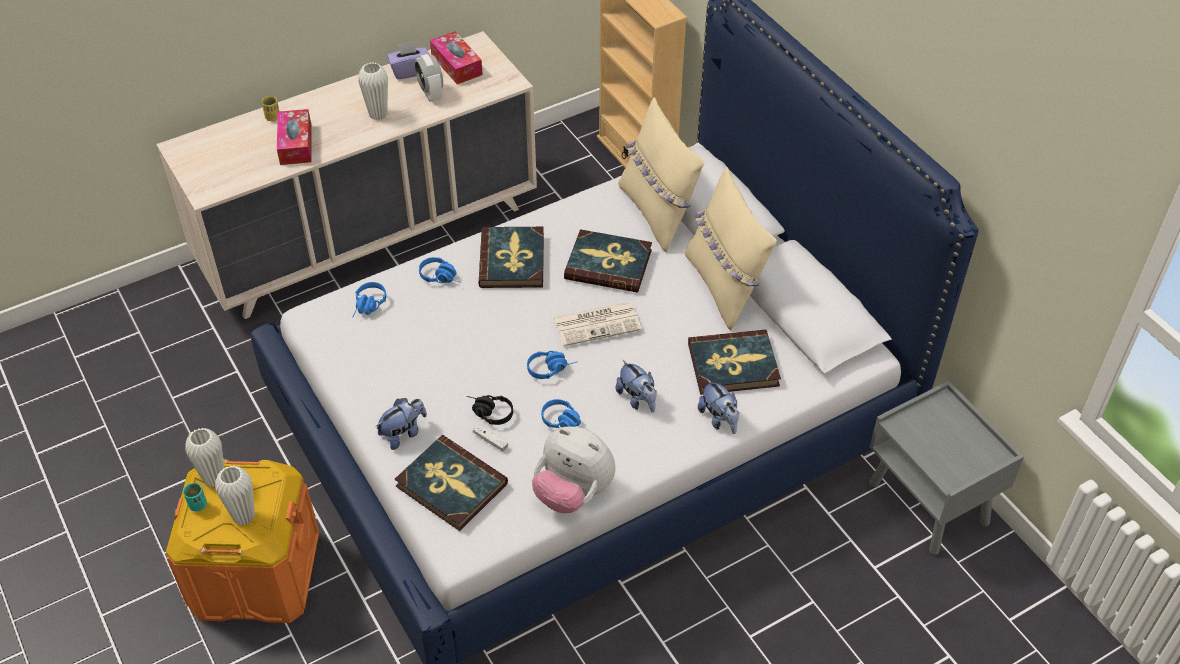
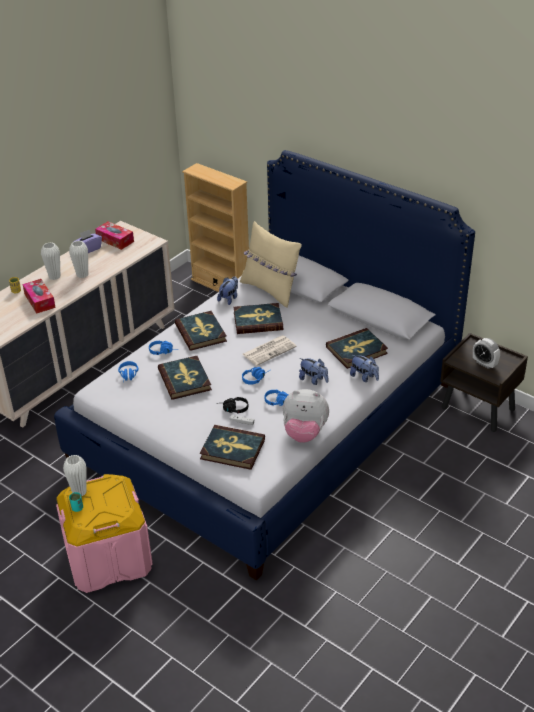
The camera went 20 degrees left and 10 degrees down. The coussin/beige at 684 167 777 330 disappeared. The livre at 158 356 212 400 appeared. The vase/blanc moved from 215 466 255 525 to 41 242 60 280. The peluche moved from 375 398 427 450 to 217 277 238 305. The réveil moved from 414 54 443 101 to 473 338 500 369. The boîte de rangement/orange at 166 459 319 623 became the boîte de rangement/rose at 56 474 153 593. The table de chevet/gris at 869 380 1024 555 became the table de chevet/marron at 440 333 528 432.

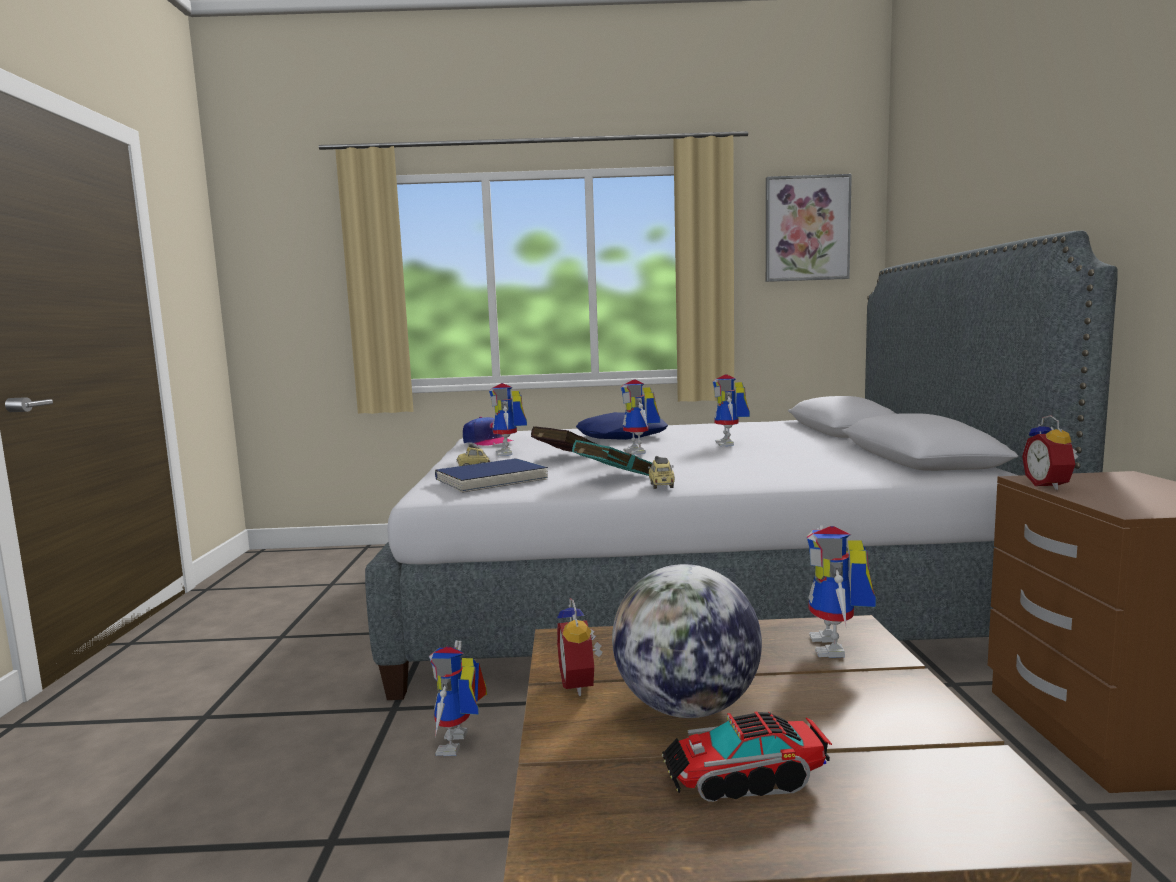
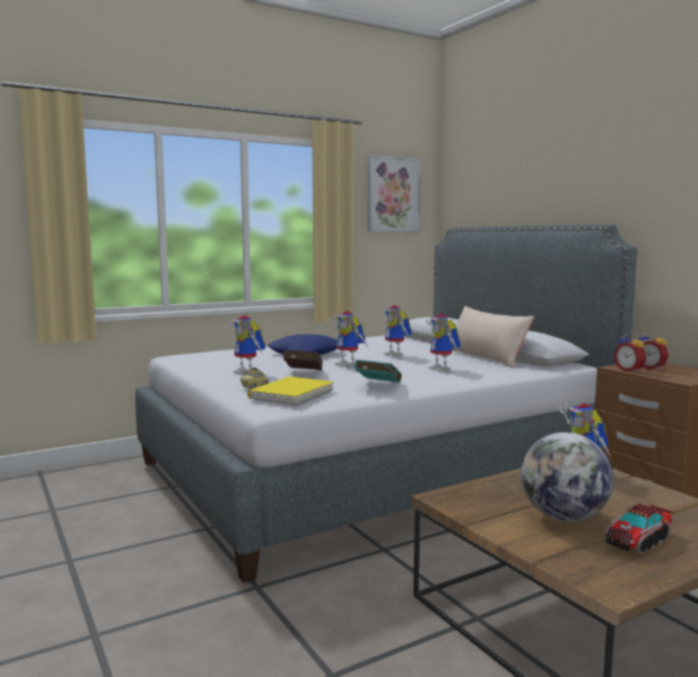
The camera went 30 degrees left and 0 degrees up. The casquette at 463 417 513 445 disappeared. The petite voiture at 648 456 675 489 disappeared. The coussin/beige at 451 306 534 368 appeared. The robot jouet moved from 429 640 487 756 to 426 314 461 372. The réveil moved from 557 598 603 696 to 639 330 669 370. The livre/bleu at 435 458 548 493 became the livre/jaune at 247 377 334 406.

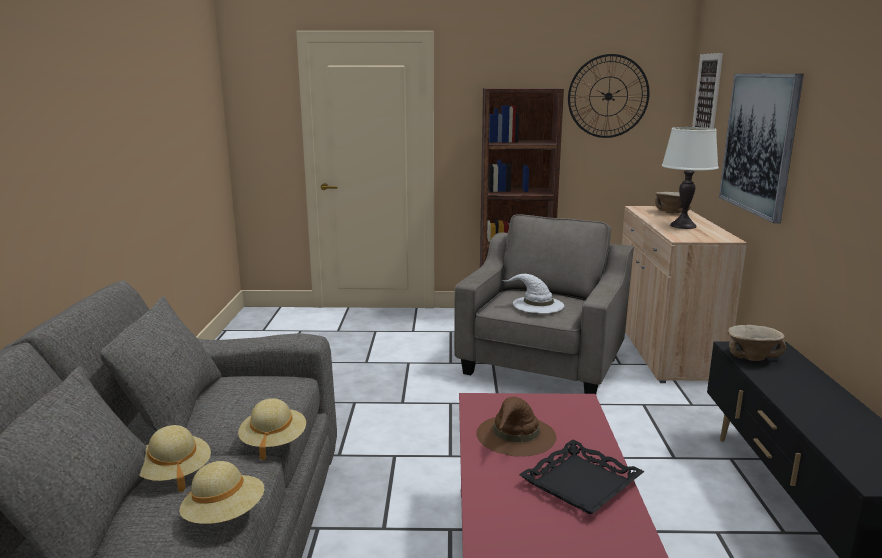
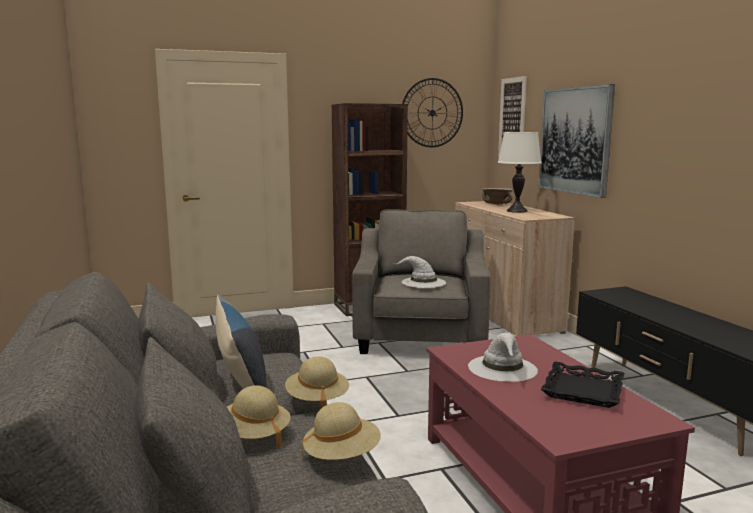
The camera went 20 degrees left and 5 degrees down. The bol/beige at 727 325 786 361 disappeared. The coussin at 216 295 267 389 appeared. The chapeau/marron at 476 397 557 457 became the chapeau/blanc at 468 333 538 382.

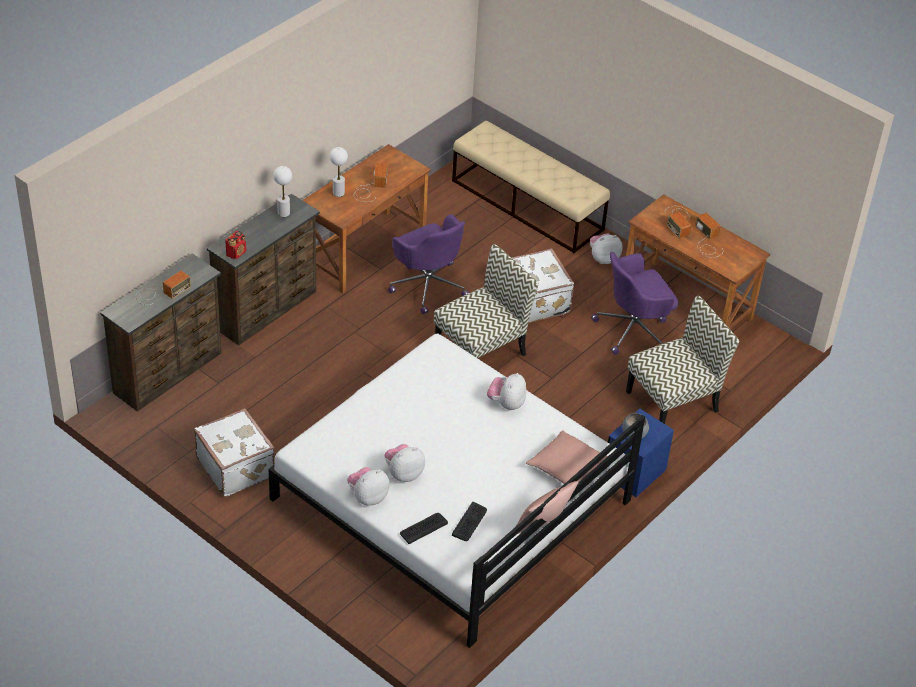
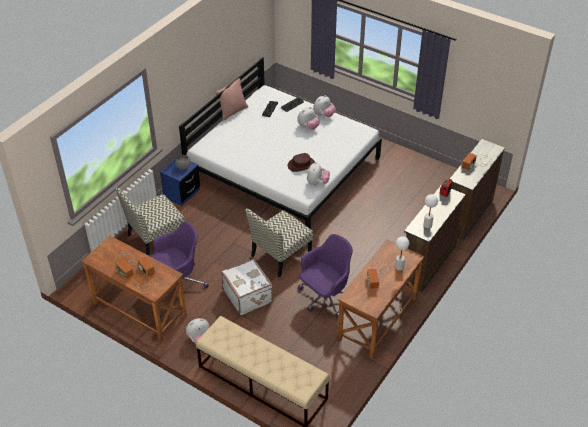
The camera went 175 degrees right and 0 degrees up. The valise/blanc at 194 408 275 497 disappeared. The coussin/rose at 526 430 608 484 disappeared. The chapeau/marron at 288 153 315 172 appeared. The peluche moved from 487 373 526 410 to 307 162 330 185. The chaise de bureau/violet at 388 214 469 314 turned 90 degrees clockwise.

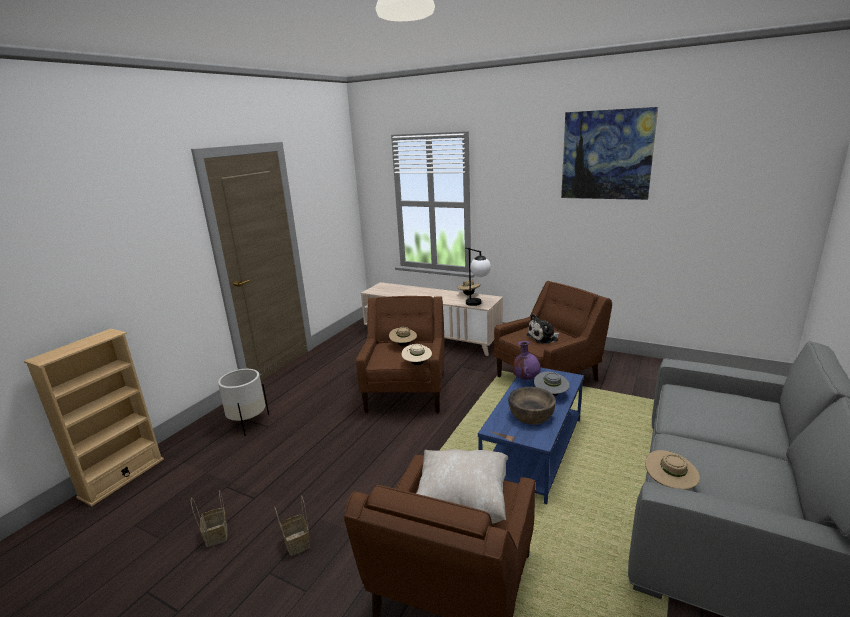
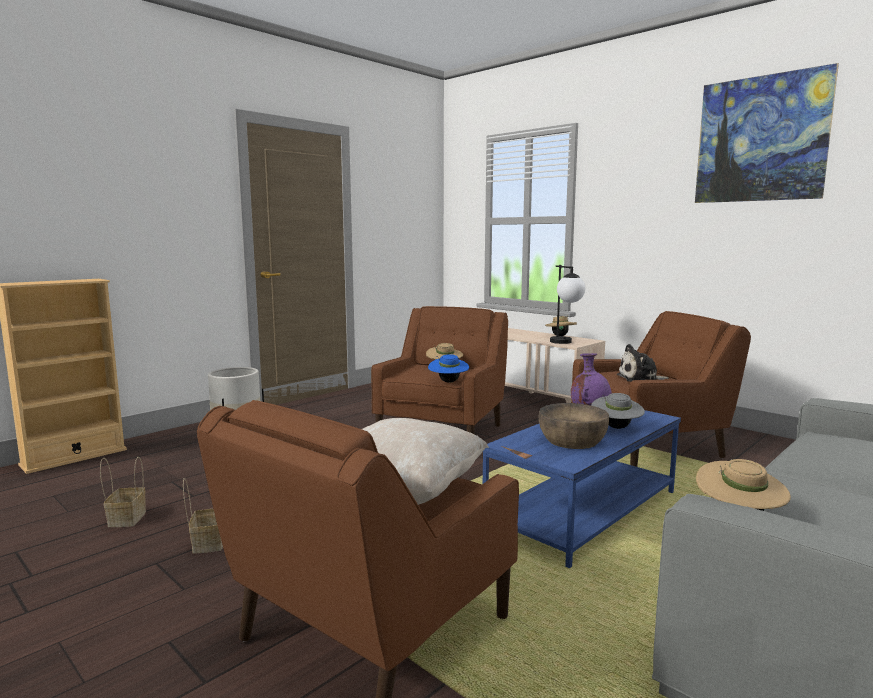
The camera went 15 degrees right and 10 degrees down. The chapeau/beige at 402 344 432 365 became the chapeau/bleu at 428 354 469 383.

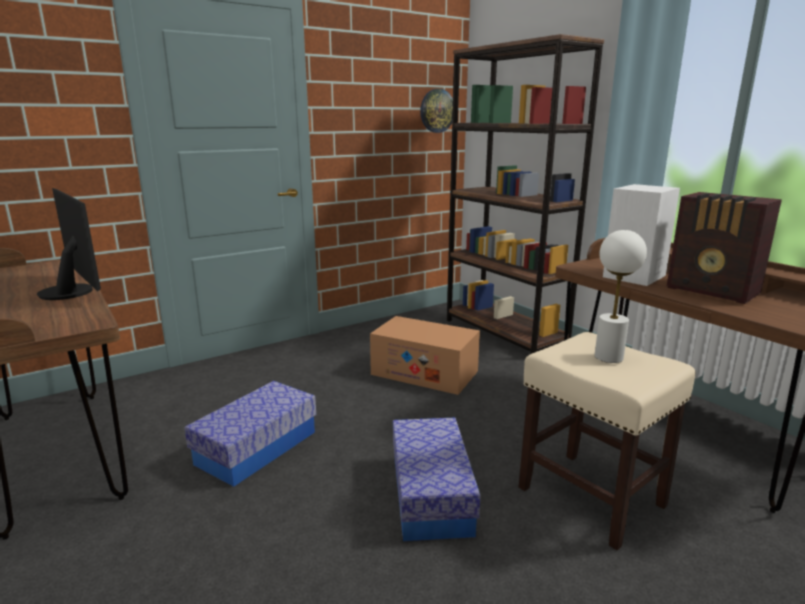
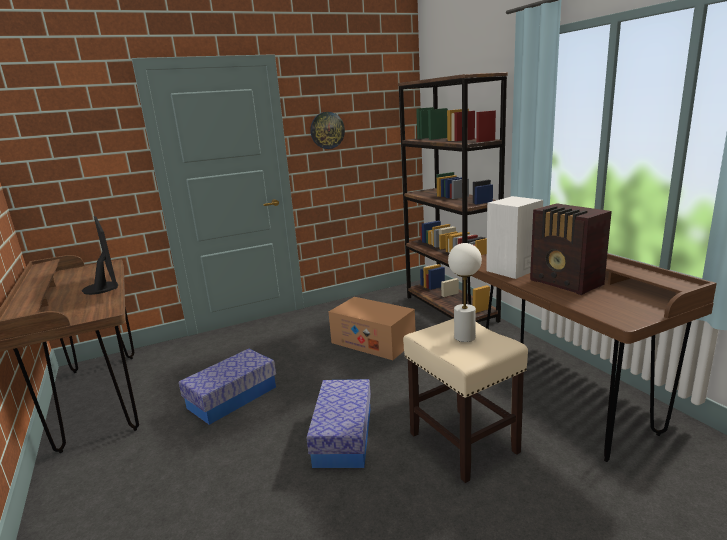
The camera went 10 degrees right and 0 degrees up. The horloge murale moved from 420 89 453 133 to 310 112 345 149.

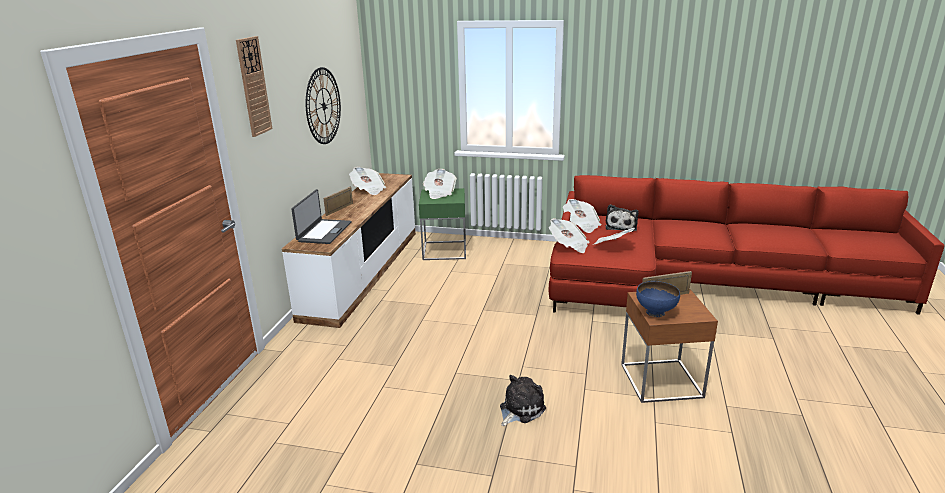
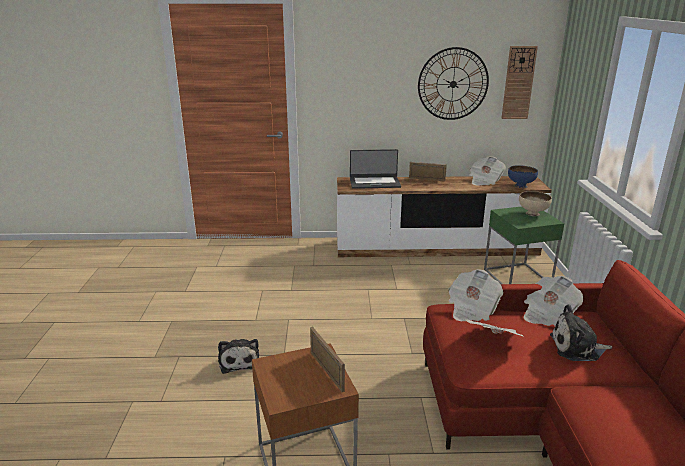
The camera went 75 degrees right and 0 degrees up. The horloge murale moved from 236 36 273 137 to 501 46 538 119. The bol/bleu moved from 636 281 680 317 to 508 165 538 188. The journal at 423 169 457 199 was replaced by the bol/beige at 519 191 552 216. The peluche at 500 375 546 426 turned 45 degrees clockwise.

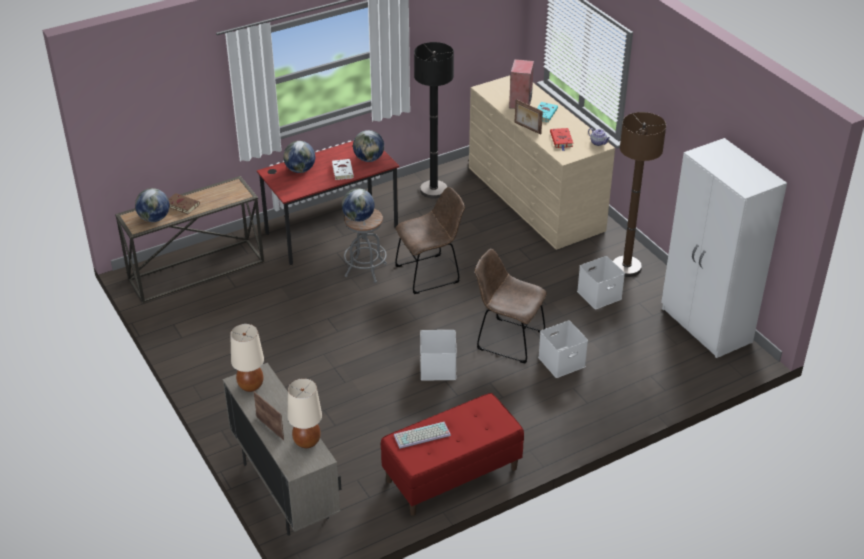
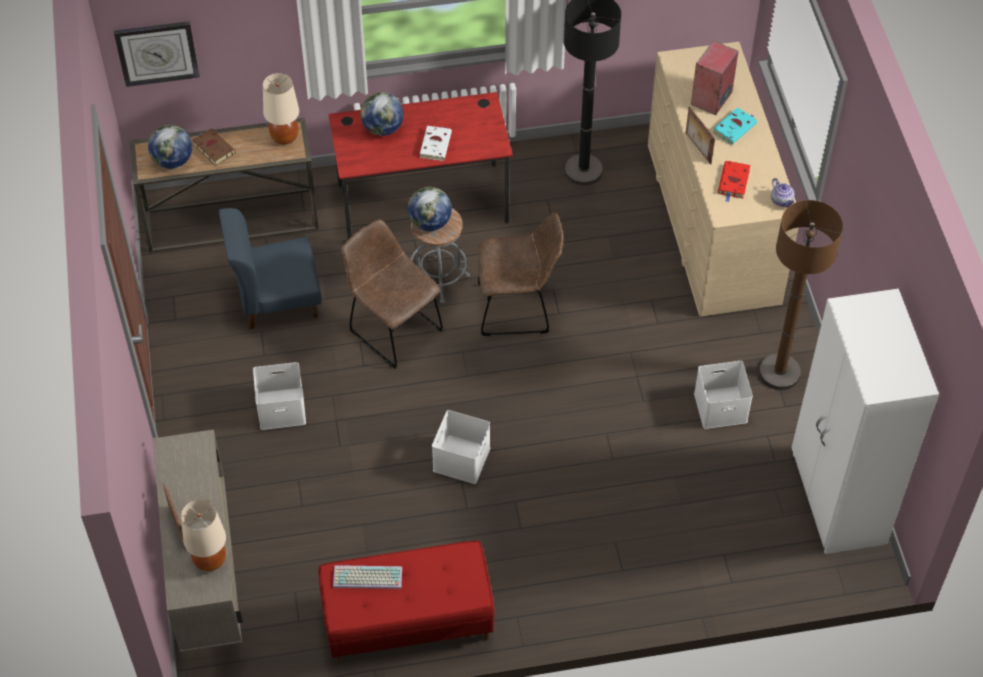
The camera went 20 degrees right and 15 degrees up. The globe at 353 130 384 162 disappeared. The horloge murale at 114 21 200 87 appeared. The chaise/bleu at 219 208 322 329 appeared. The lampe de table/beige moved from 230 324 264 392 to 263 73 299 145. The chaise/marron moved from 475 249 547 363 to 342 220 443 368. The boîte de rangement/blanc moved from 538 320 588 378 to 253 362 306 430.

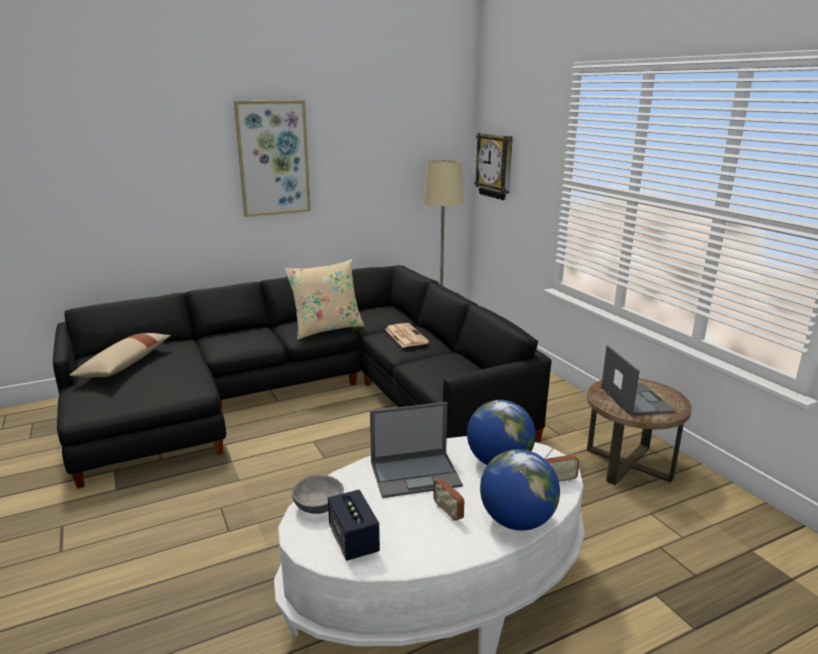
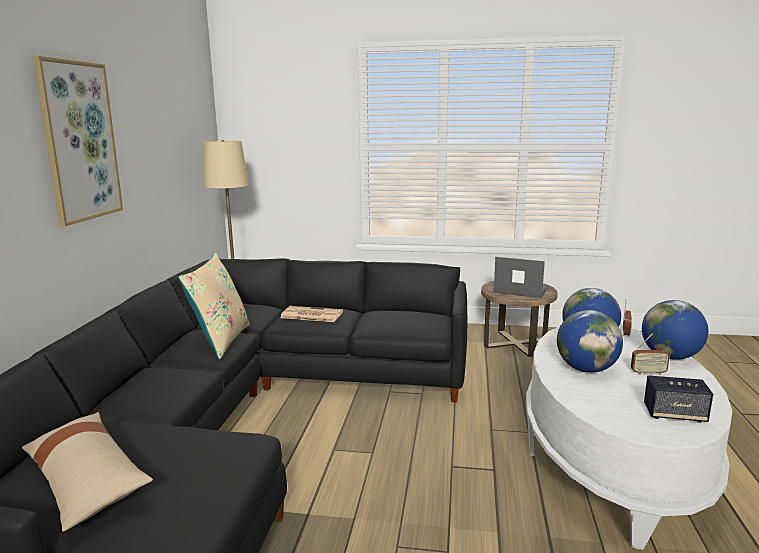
The camera went 55 degrees left and 5 degrees down. The bol/gris at 292 475 344 514 disappeared. The horloge murale at 475 133 513 200 disappeared. The ordinateur portable at 370 402 463 498 was replaced by the globe at 557 310 623 373.

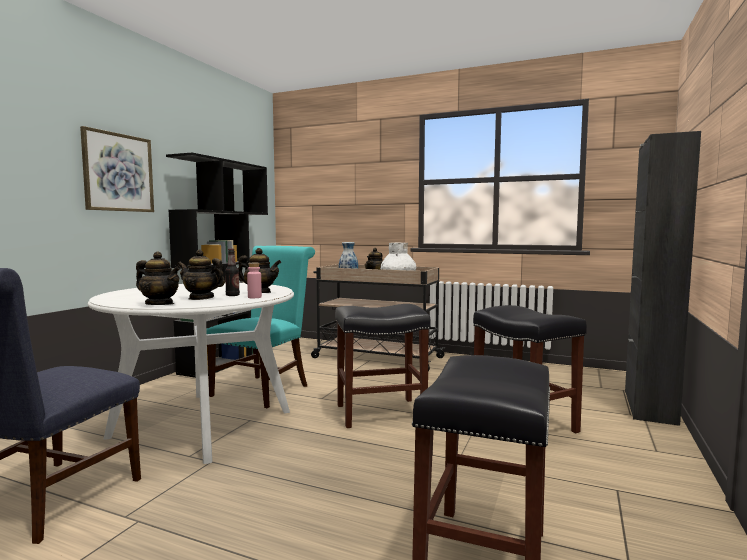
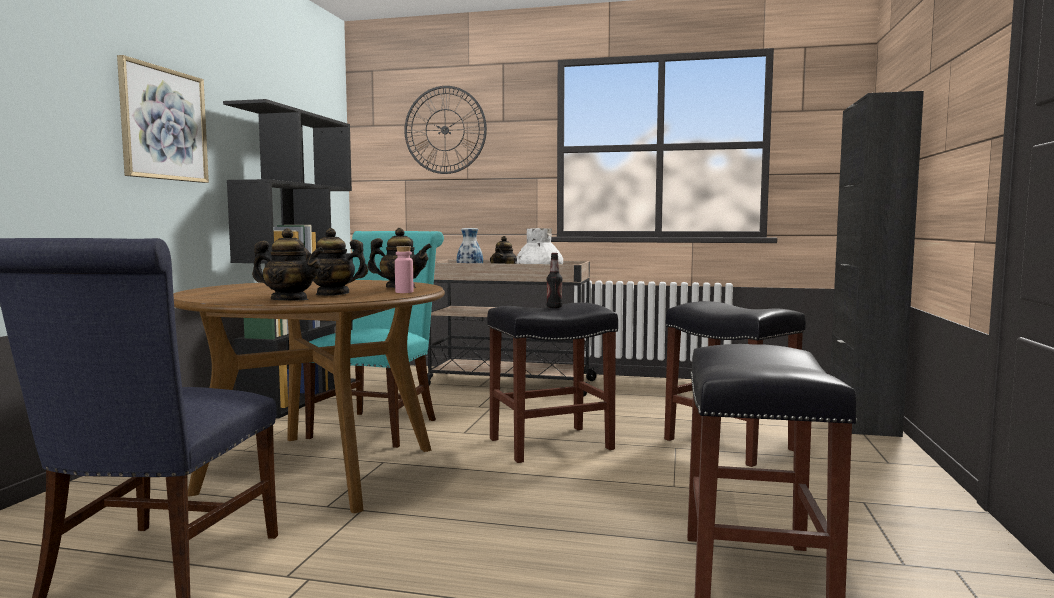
The camera went 10 degrees left and 0 degrees up. The horloge murale at 404 86 487 174 appeared. The bouteille moved from 225 249 240 296 to 546 253 563 308. The table à manger/blanc at 88 283 294 464 became the table à manger/marron at 173 280 445 513.

